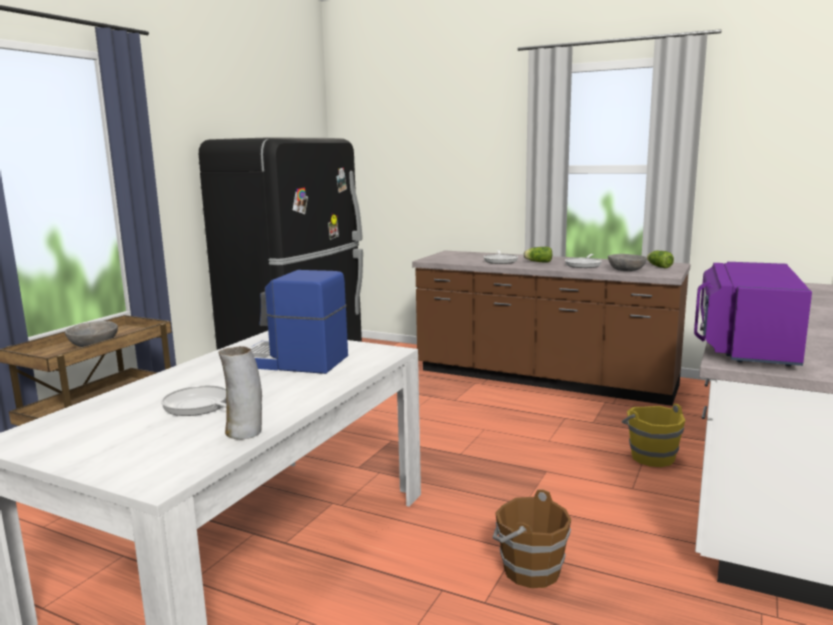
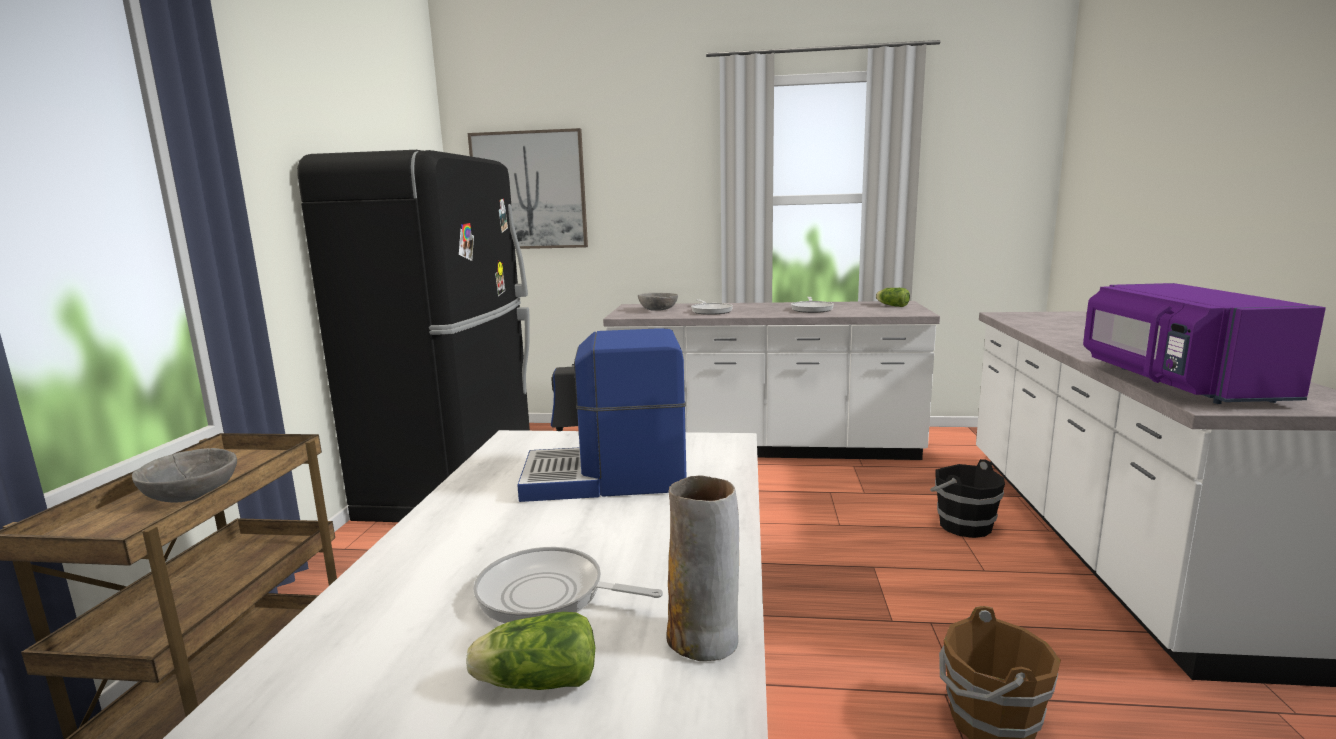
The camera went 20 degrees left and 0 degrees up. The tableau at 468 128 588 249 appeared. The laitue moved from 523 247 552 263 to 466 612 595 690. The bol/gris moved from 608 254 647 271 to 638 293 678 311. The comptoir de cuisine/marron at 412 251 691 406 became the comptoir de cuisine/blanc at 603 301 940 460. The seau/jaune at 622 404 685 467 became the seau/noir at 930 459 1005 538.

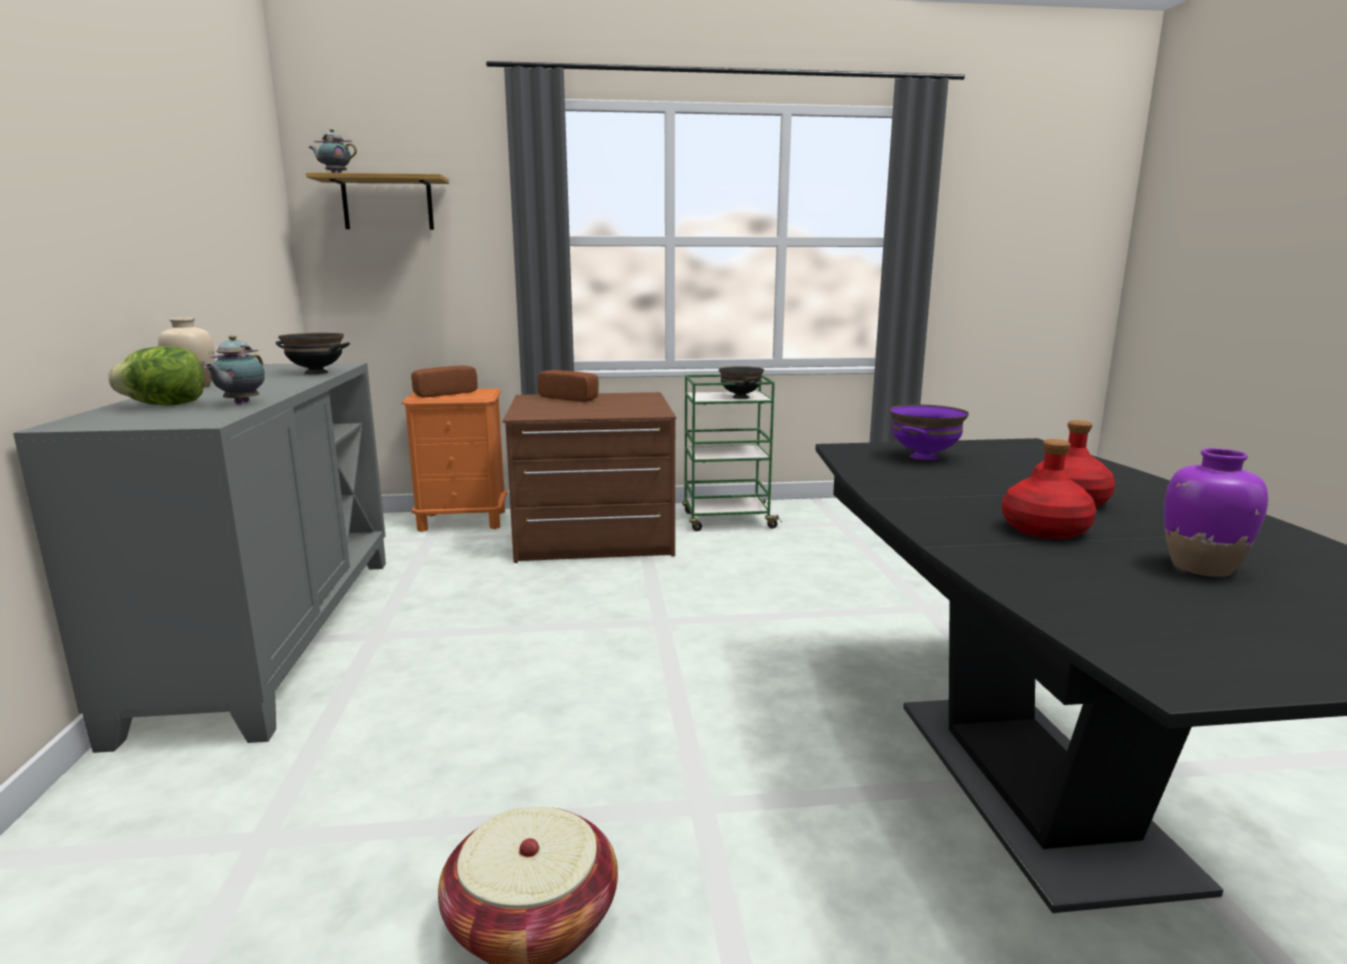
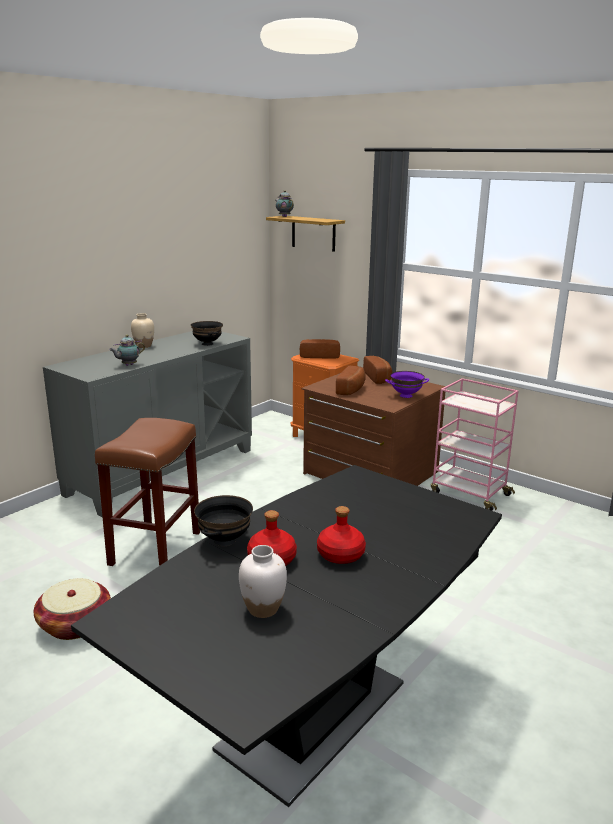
The camera went 45 degrees right and 5 degrees up. The laitue at 108 346 204 406 disappeared. The tabouret/marron at 95 418 200 566 appeared. The pain at 336 366 366 395 appeared. The bol/noir moved from 719 366 764 399 to 194 495 253 546. The bol/violet moved from 889 404 969 460 to 385 371 429 398. The chariot/vert at 682 374 782 531 became the chariot/rose at 431 378 519 511. The vase/violet at 1164 448 1268 577 became the vase/blanc at 239 545 287 618.

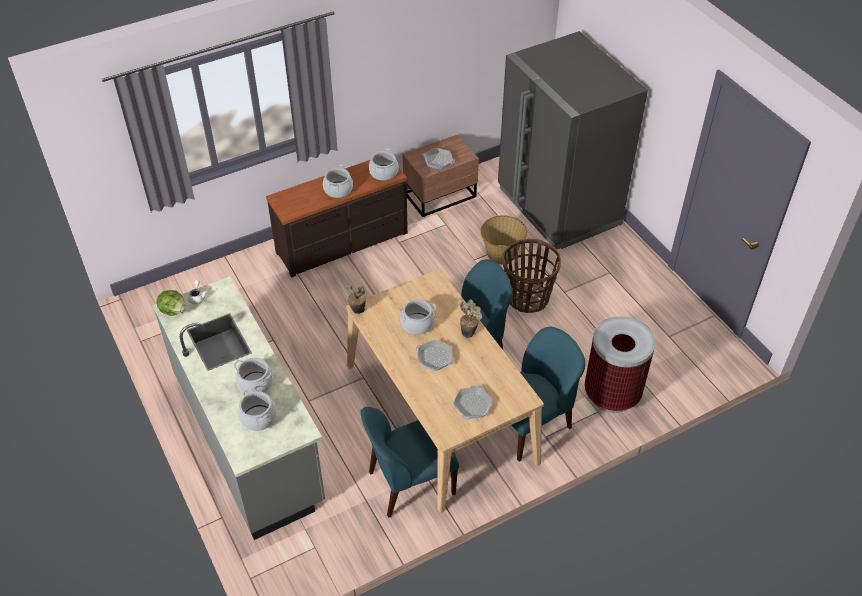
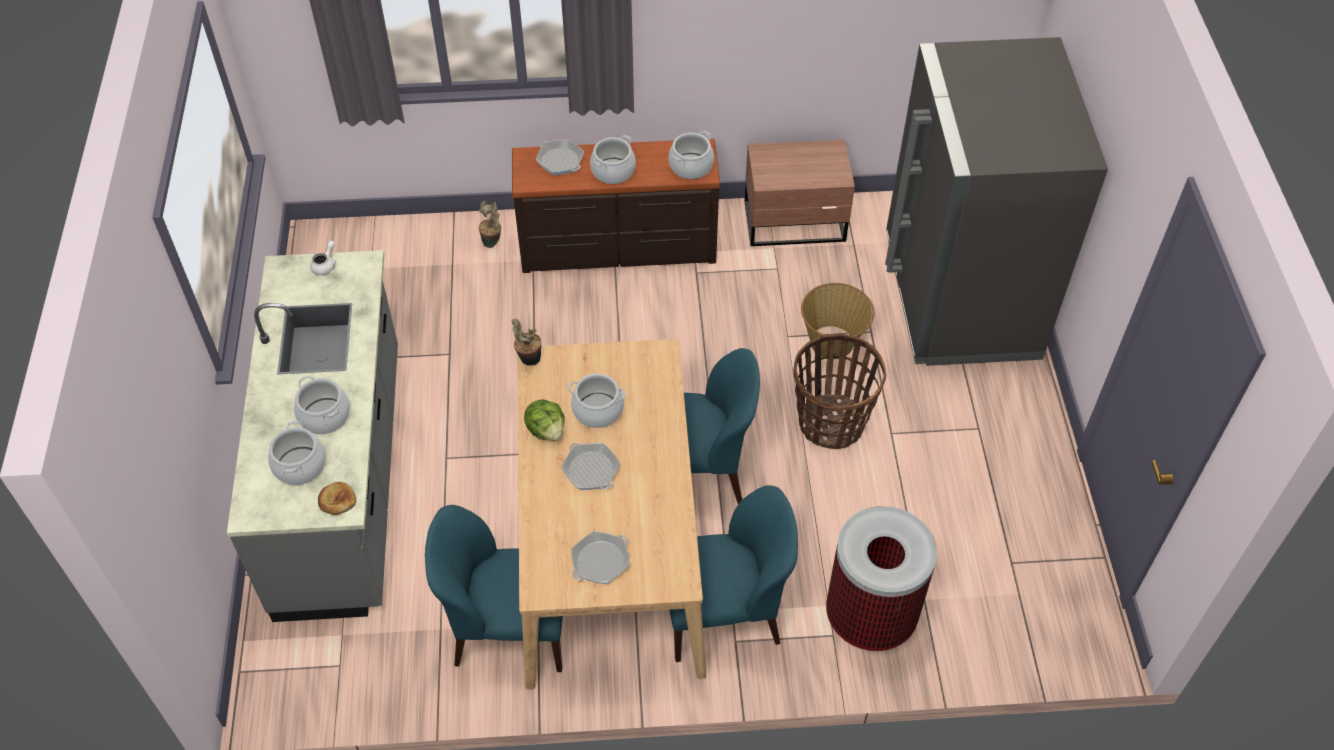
The camera went 25 degrees right and 5 degrees up. The pain at 318 482 356 515 appeared. The laitue moved from 156 290 186 316 to 524 399 565 441. The poêle moved from 422 148 455 170 to 536 139 584 175. The plante en pot moved from 460 299 482 338 to 478 201 501 248.

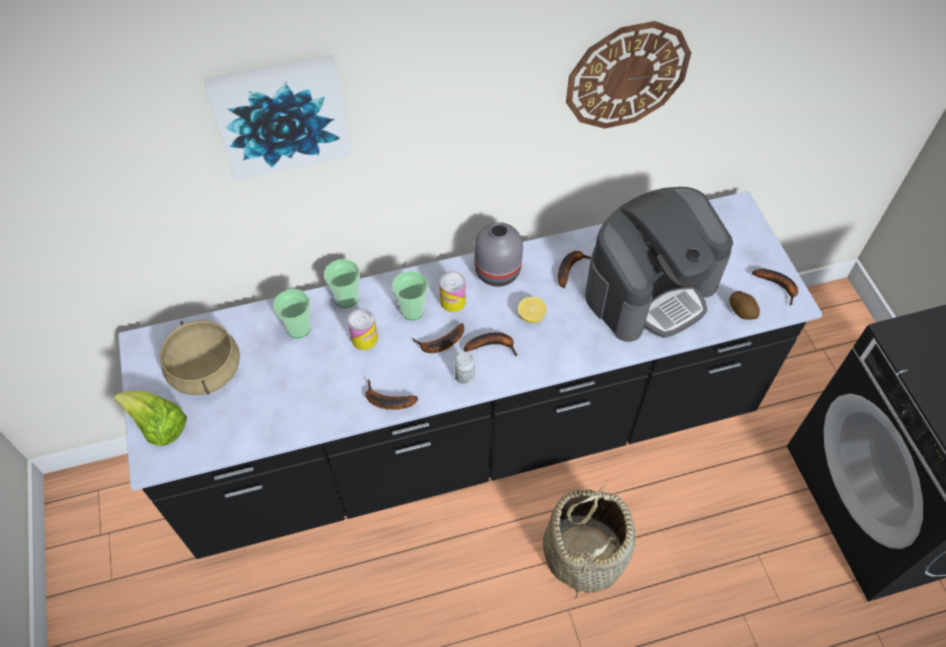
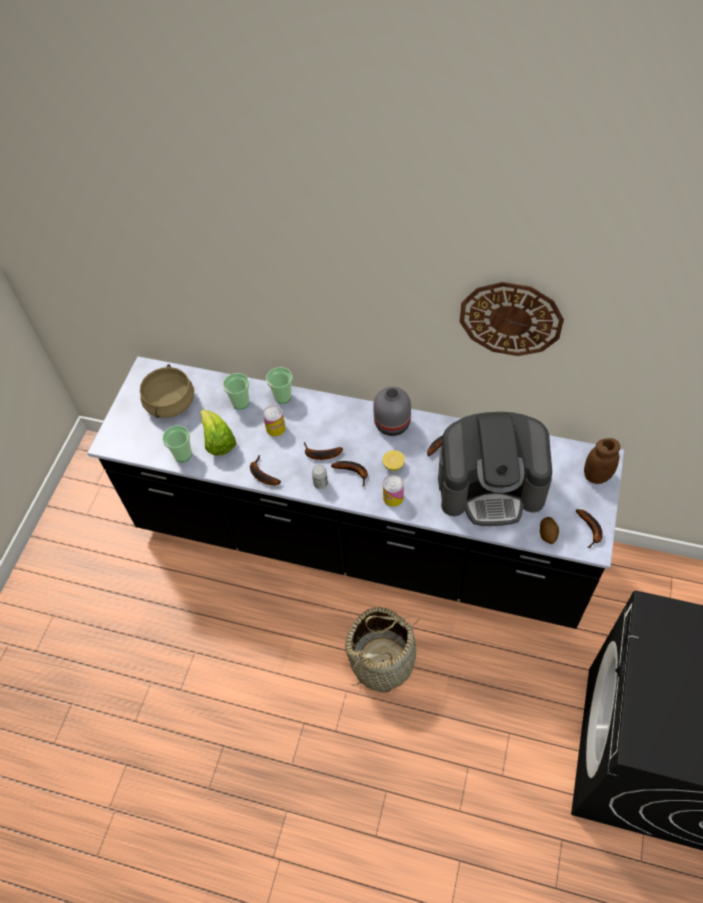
The camera went 35 degrees right and 0 degrees up. The tableau at 204 55 351 180 disappeared. The bocal/marron at 584 438 620 484 appeared. The laitue moved from 114 391 187 446 to 200 410 236 456. The tasse moved from 392 271 428 320 to 162 425 192 462. The boîte métallique moved from 439 271 466 312 to 383 475 404 507.

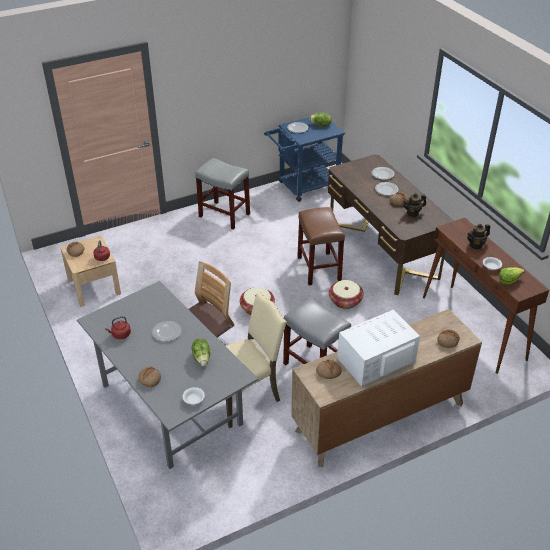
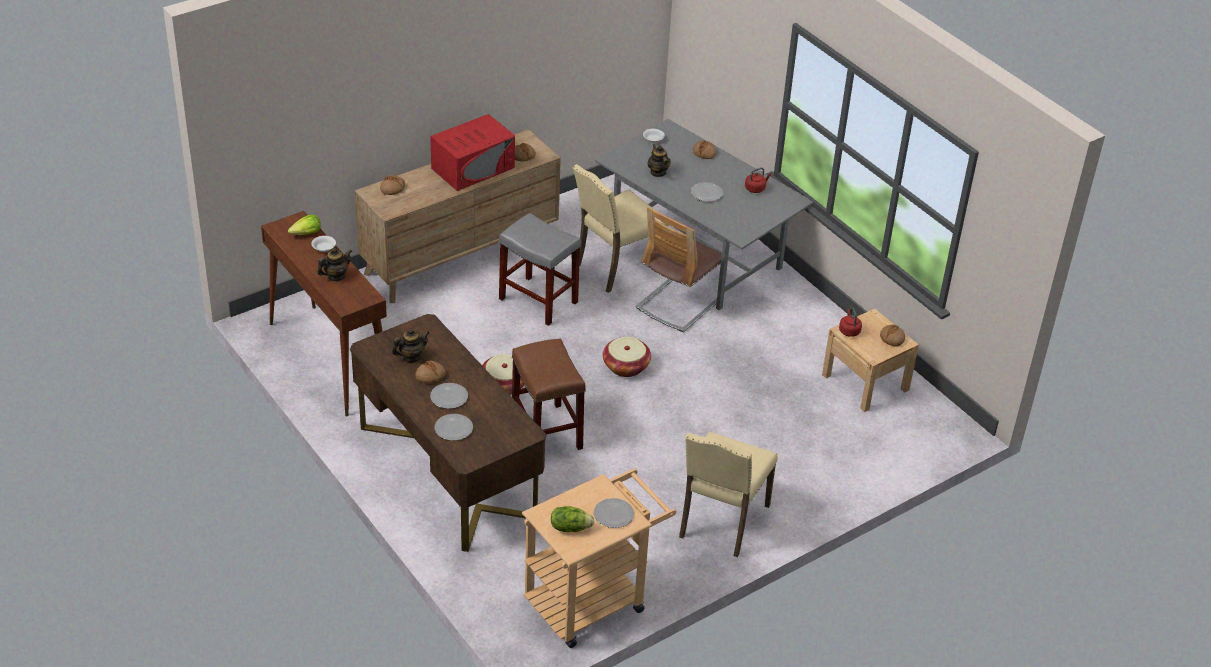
The camera went 170 degrees right and 0 degrees up. The laitue at 192 338 210 366 was replaced by the théière at 648 144 671 177. The tabouret/gris at 195 158 250 230 was replaced by the chaise/beige at 679 432 778 557. The chariot/bleu at 264 117 345 202 became the chariot/beige at 522 468 676 648. The micro-ondes/blanc at 337 310 420 387 became the micro-ondes/rouge at 430 114 515 191.

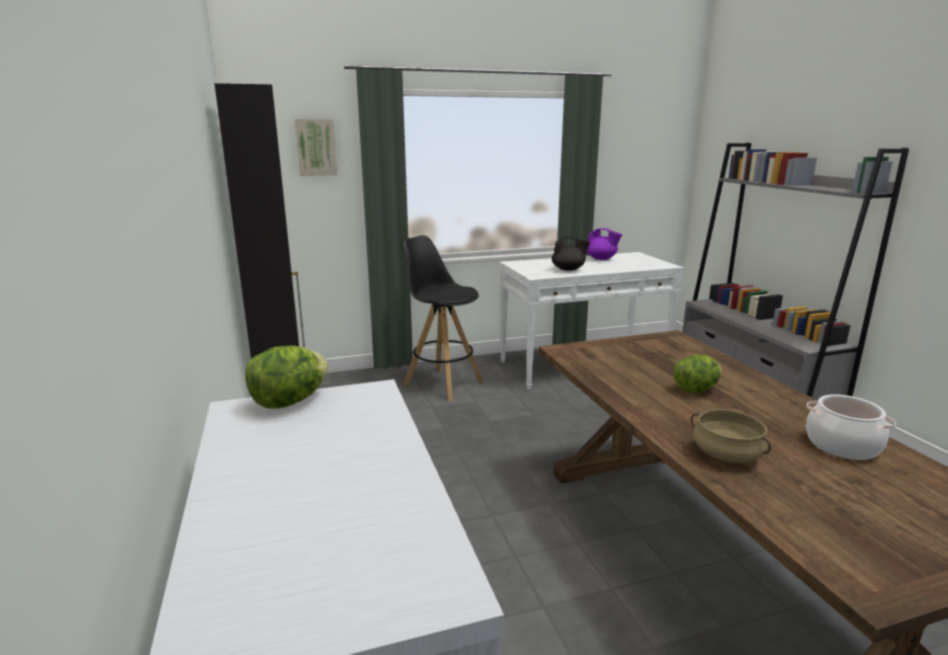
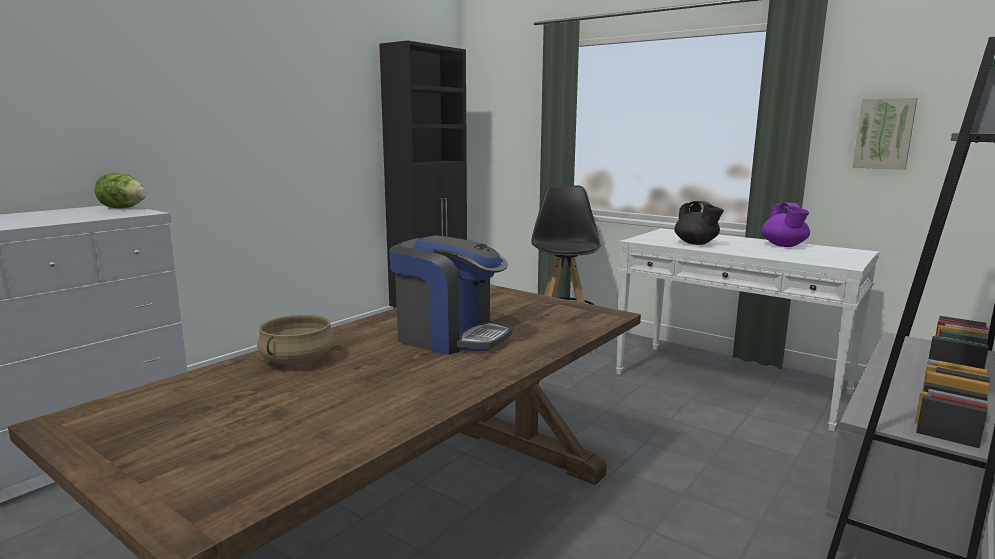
The camera went 55 degrees right and 5 degrees down. The marmite at 806 394 896 460 disappeared. The tableau moved from 295 119 337 176 to 852 98 917 170. The laitue at 673 355 721 393 was replaced by the machine à café at 389 236 513 355.

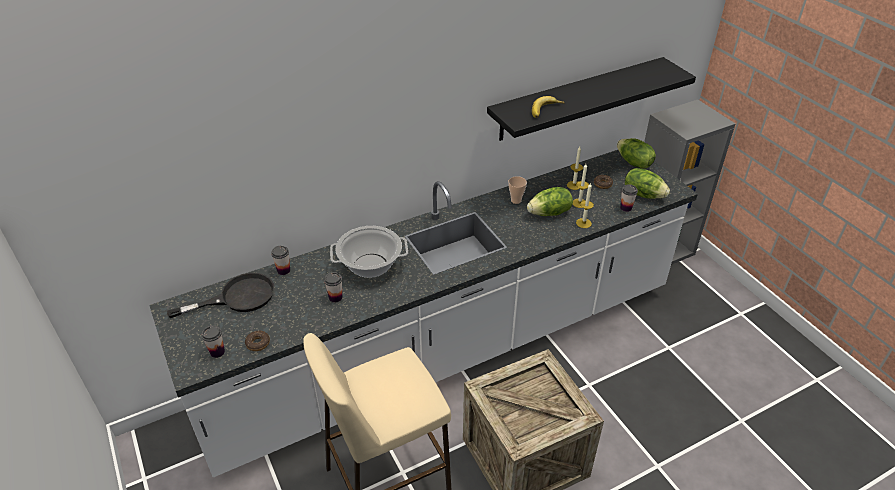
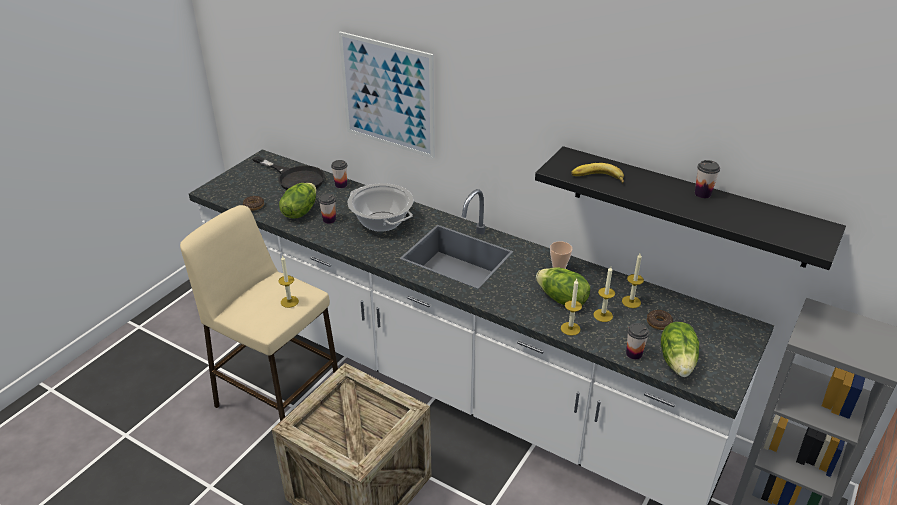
The camera went 60 degrees right and 5 degrees down. The bougie at 279 255 299 308 appeared. The tableau at 339 31 435 159 appeared. The tasse moved from 201 325 225 358 to 695 160 720 198. The laitue moved from 617 138 656 169 to 279 183 317 219.

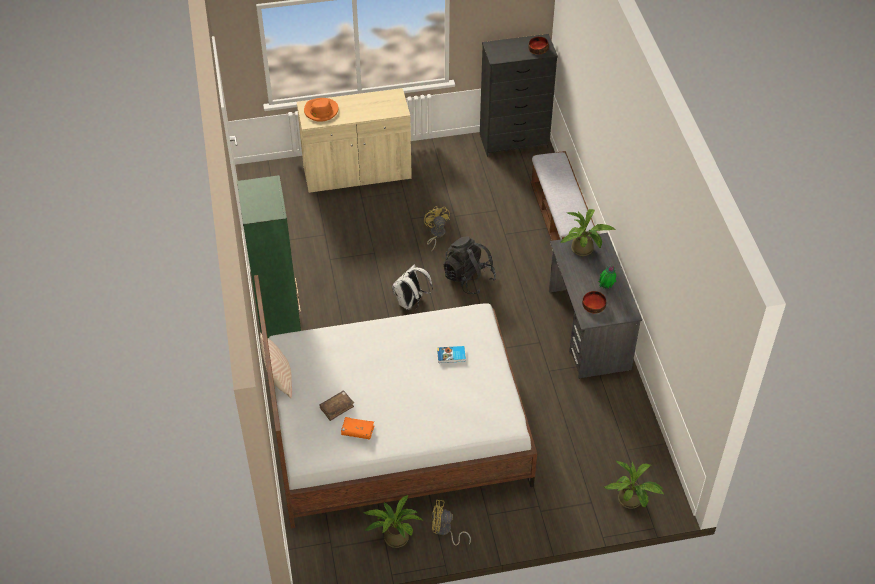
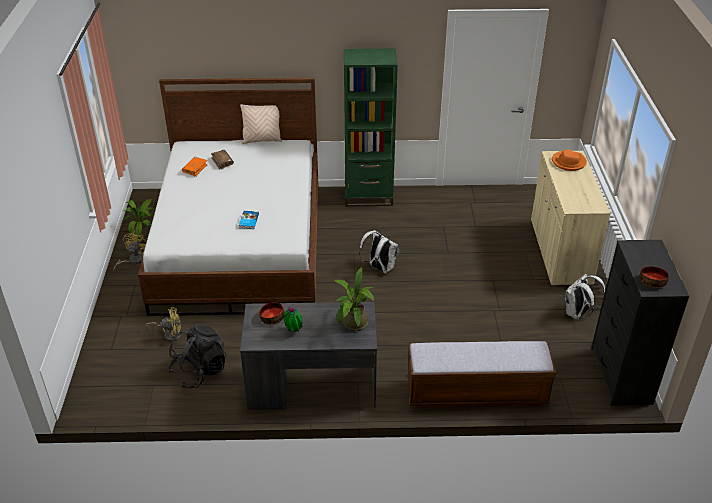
The camera went 100 degrees right and 10 degrees down. The plante en pot at 604 461 664 509 disappeared. The sac à dos/blanc at 565 274 605 320 appeared. The ventilateur/jaune moved from 424 206 450 252 to 146 307 181 342. The sac à dos/noir moved from 444 236 496 294 to 168 324 227 388.

